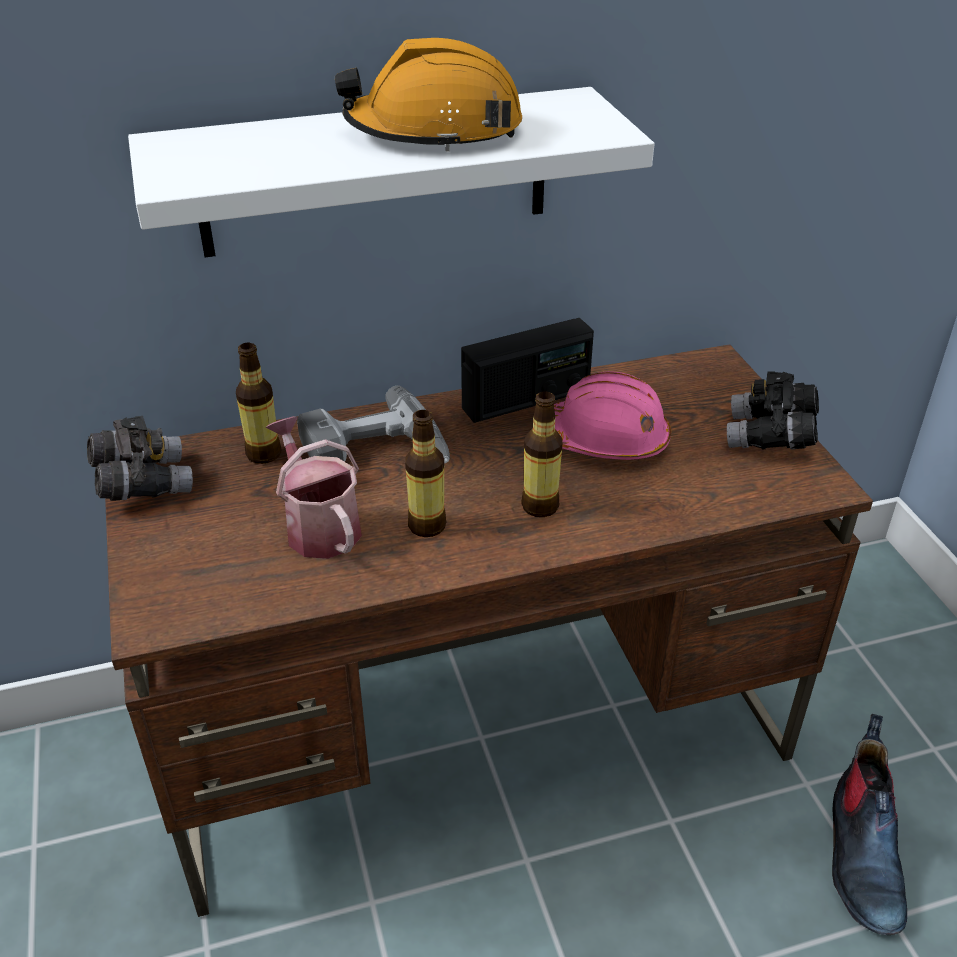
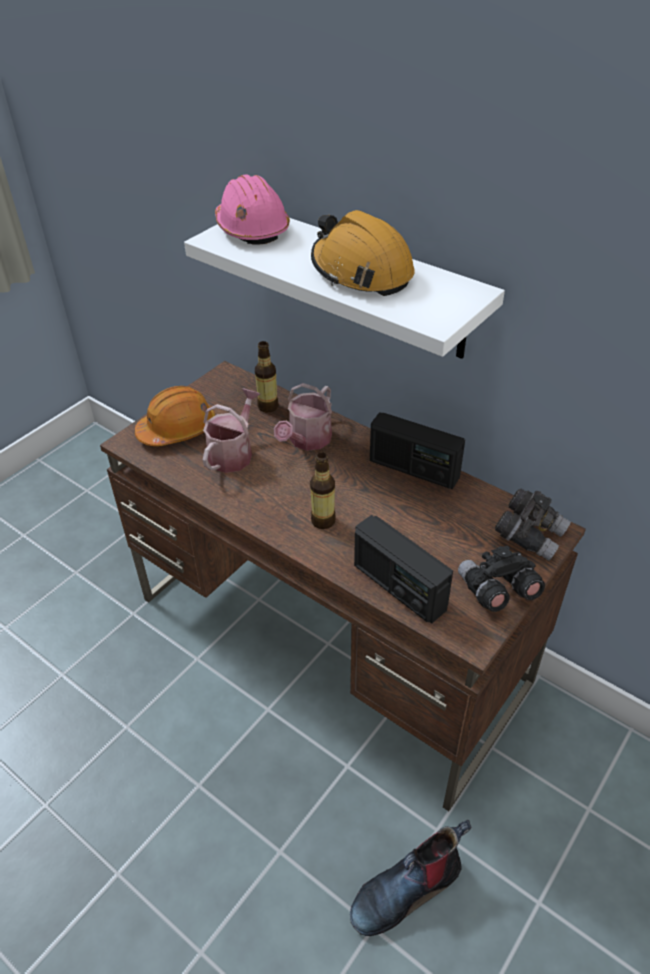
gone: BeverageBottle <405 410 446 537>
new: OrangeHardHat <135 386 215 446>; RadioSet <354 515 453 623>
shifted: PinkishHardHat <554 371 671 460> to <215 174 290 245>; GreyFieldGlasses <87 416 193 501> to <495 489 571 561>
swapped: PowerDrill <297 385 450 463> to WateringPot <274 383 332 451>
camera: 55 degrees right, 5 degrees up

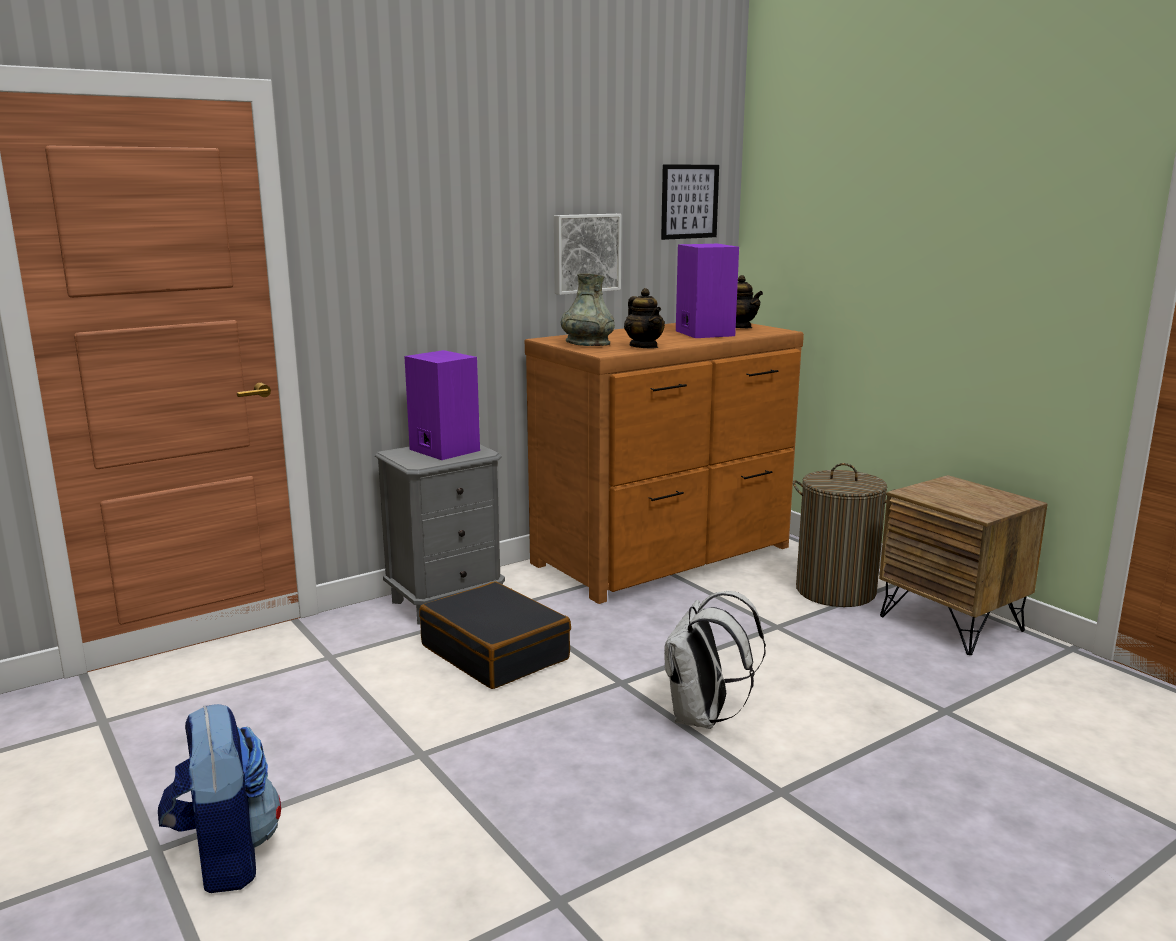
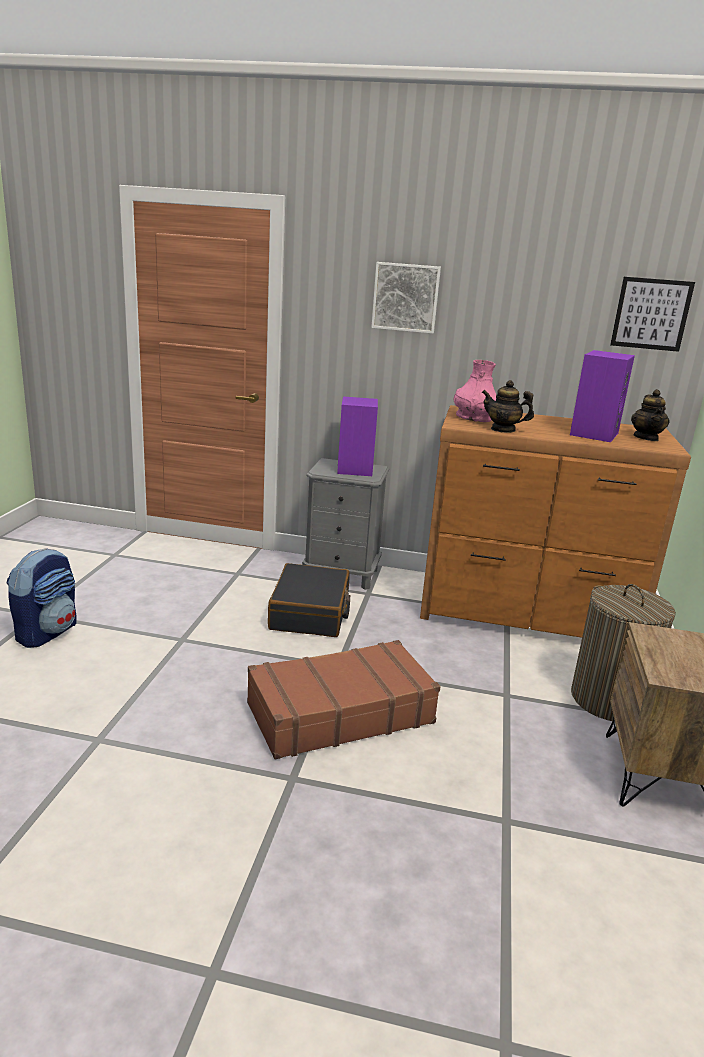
shifted: Picture <554 214 622 295> to <371 262 441 334>
swapped: WhiteColouredKnapsack <664 591 766 729> to BrownTravelCase <247 640 440 759>
repainted: GreyVase <561 273 615 346> to PinkishVase <453 360 497 422>
rotated: Teapot <624 288 665 348> = <482 380 534 433> 90 degrees clockwise
camera: 45 degrees right, 5 degrees up

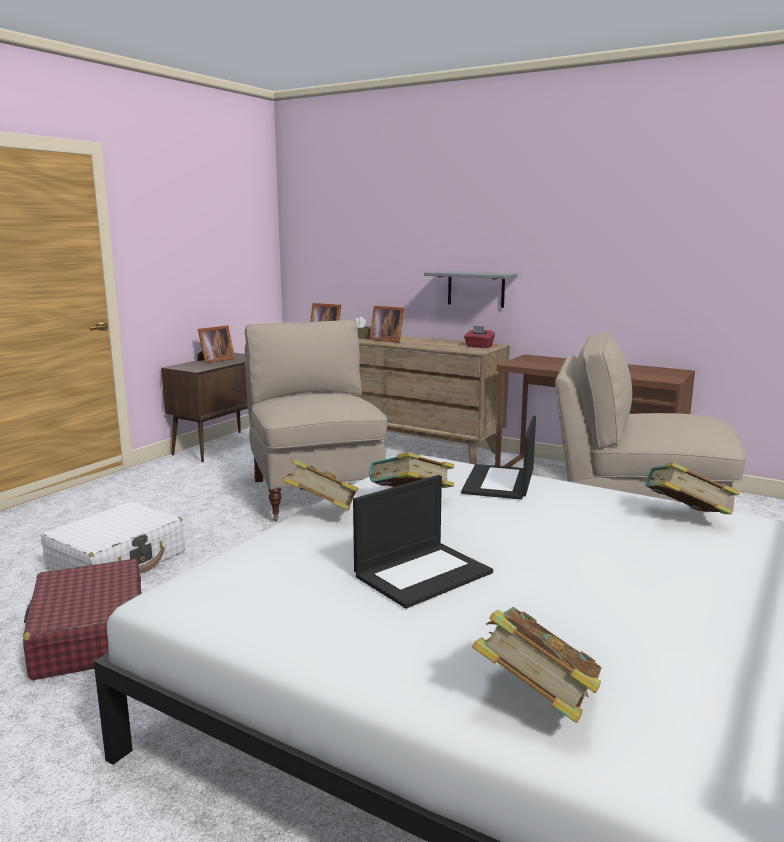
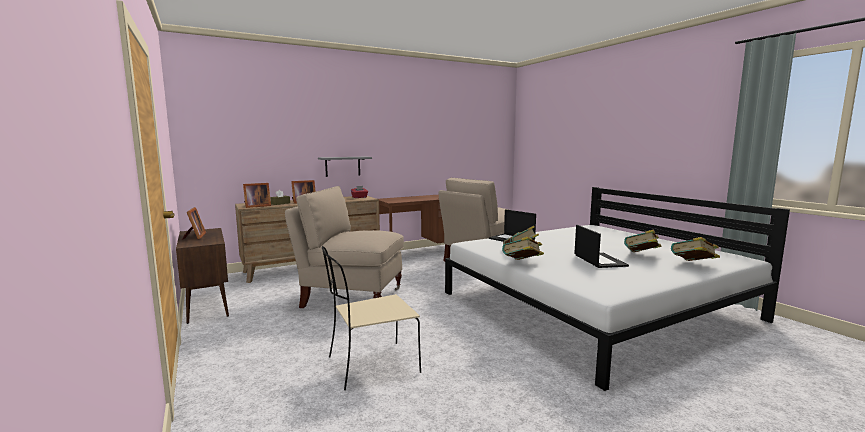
gone: ReddishTravelCase <23 559 141 680>
shifted: BoundBook <641 462 740 514> to <624 230 662 252>
swapped: WhiteColouredTravelCase <41 502 185 573> to SandColouredPlainChair <322 246 421 390>
camera: 60 degrees left, 5 degrees down

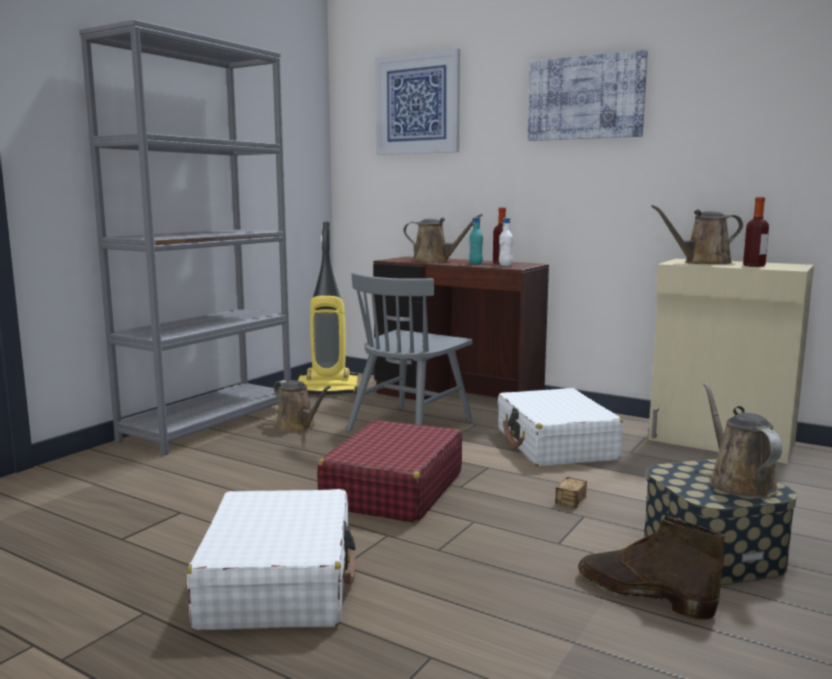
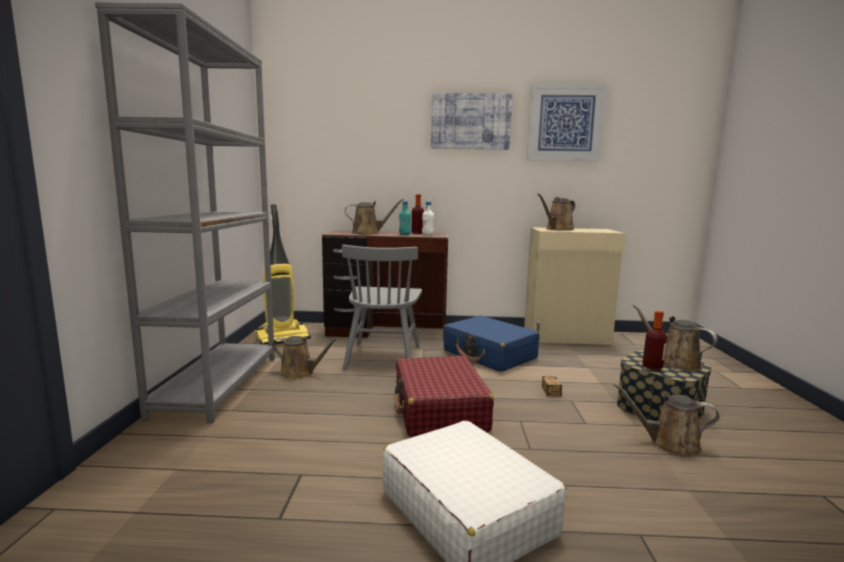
shifted: Picture <375 48 460 155> to <527 83 607 161>; BeverageBottle <743 197 769 267> to <642 311 667 370>
swapped: BrownTallBoot <578 516 724 620> to BrownWateringPot <613 383 720 457>
repainted: WhiteColouredTravelCase <498 388 623 466> to BlueTravelCase <443 315 539 372>
camera: 30 degrees left, 0 degrees up

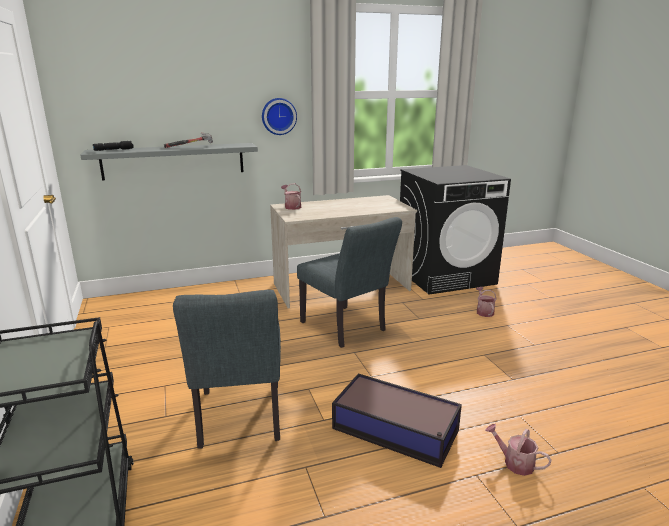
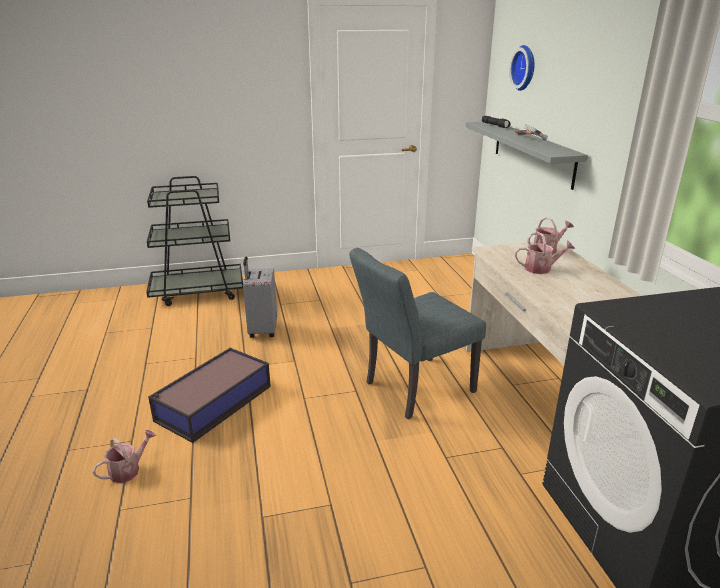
shifted: ClockOnTheWall <262 98 297 135> to <509 45 534 91>; WateringPot <476 287 497 317> to <515 233 575 274>
swapped: GreyPlainChair <173 290 281 449> to GreyTravelCase <243 256 277 338>
camera: 95 degrees right, 5 degrees up

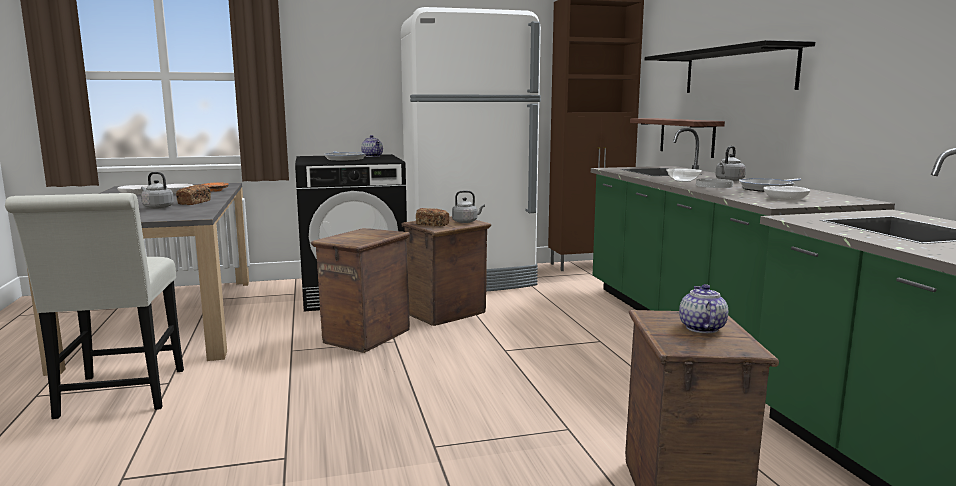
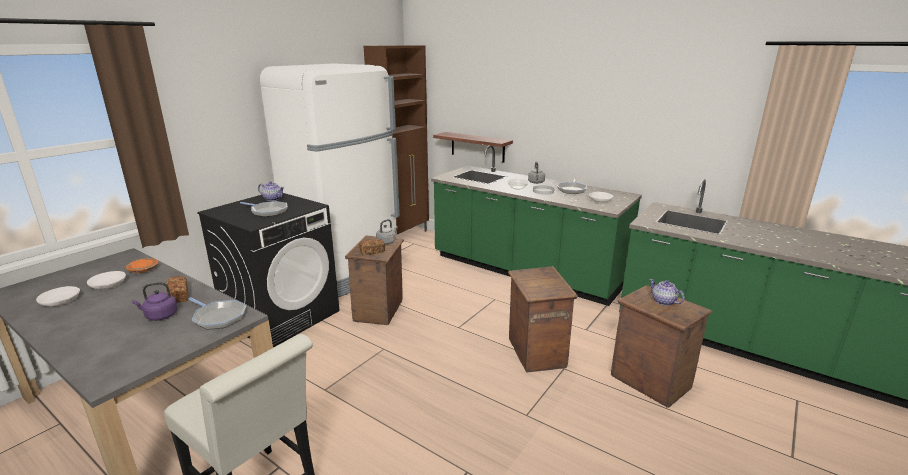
gone: BlackColouredBracketShelf <645 40 815 93>
new: Skillet <189 297 246 330>
shifted: Crate <311 228 410 353> to <508 266 578 373>
repainted: GreyWaterKettle <141 172 174 209> to PurpleColouredWaterKettle <132 282 178 321>
camera: 40 degrees left, 10 degrees up

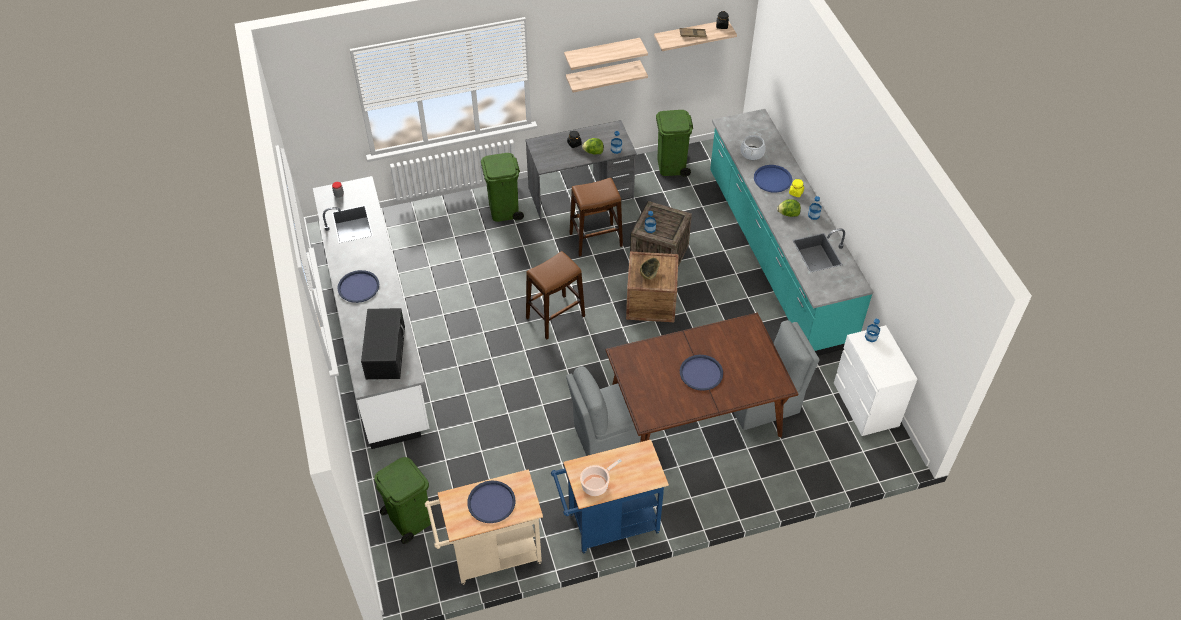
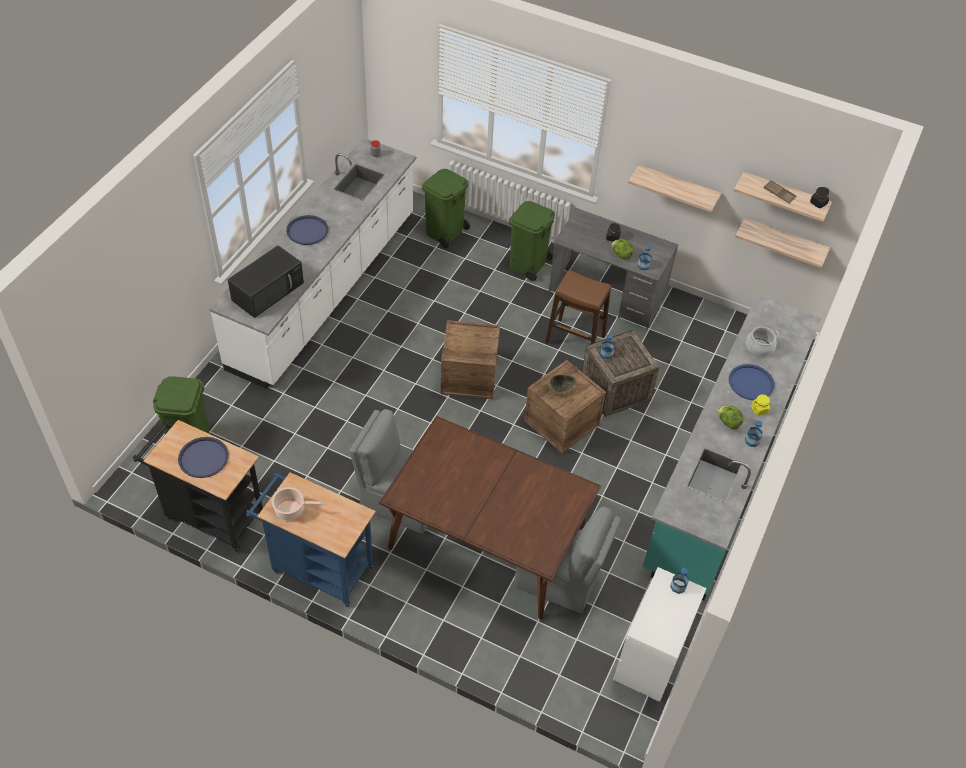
gone: BlueTray <680 355 723 391>
shifted: BracketShelf <564 38 648 70> to <735 218 830 268>; GreenColouredRubbishBin <656 110 693 177> to <422 169 470 248>
swapped: BrownSittingStool <526 251 585 340> to Crate <441 320 500 399>
repainted: SandColouredCart <425 469 543 585> to BlackColouredCart <133 420 263 552>
camera: 40 degrees right, 0 degrees up

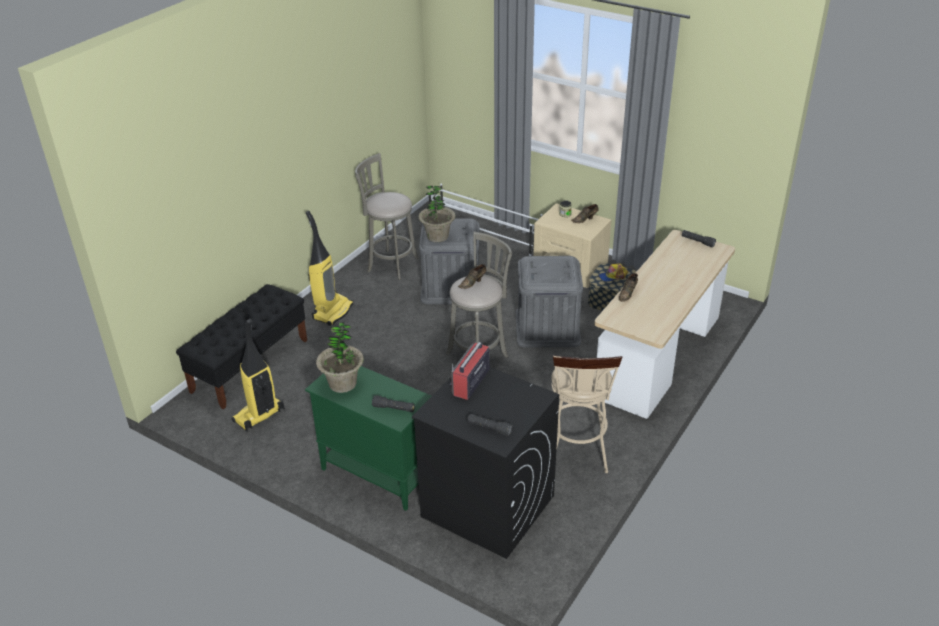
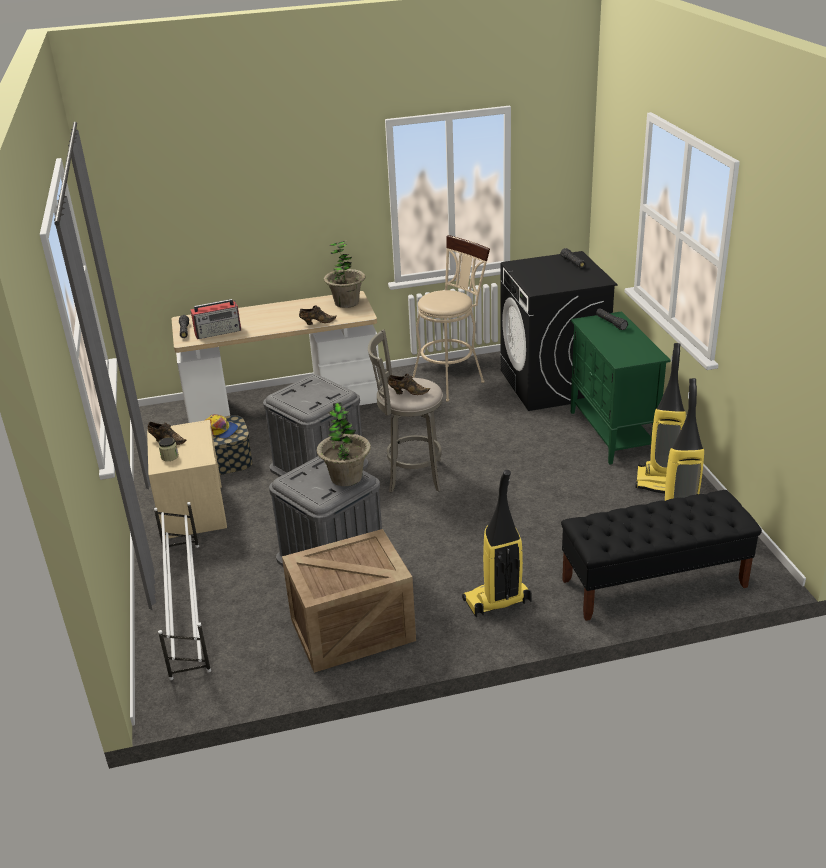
new: Hoover <635 343 686 493>
shifted: PottedPlant <316 322 364 393> to <324 240 366 308>; RadioSet <450 342 490 400> to <191 299 241 339>
swapped: GreySittingStool <355 153 419 280> to Crate <282 529 416 673>
camera: 135 degrees left, 5 degrees down

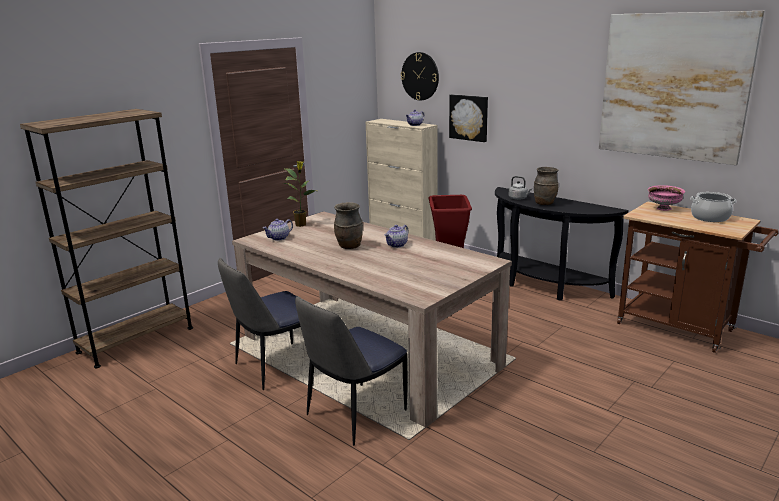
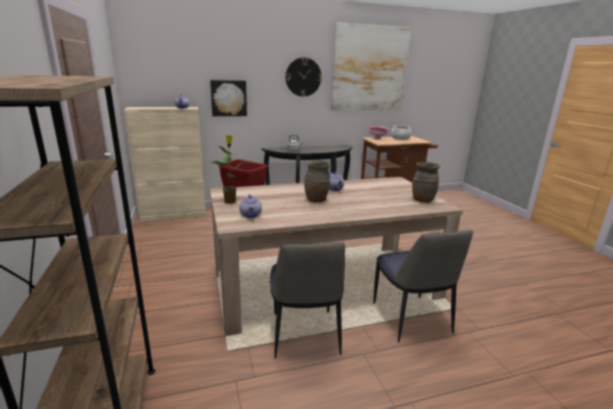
shifted: ClockOnTheWall <401 52 439 101> to <286 57 321 97>; BrownVase <534 167 559 205> to <412 162 441 203>
camera: 60 degrees left, 0 degrees up

